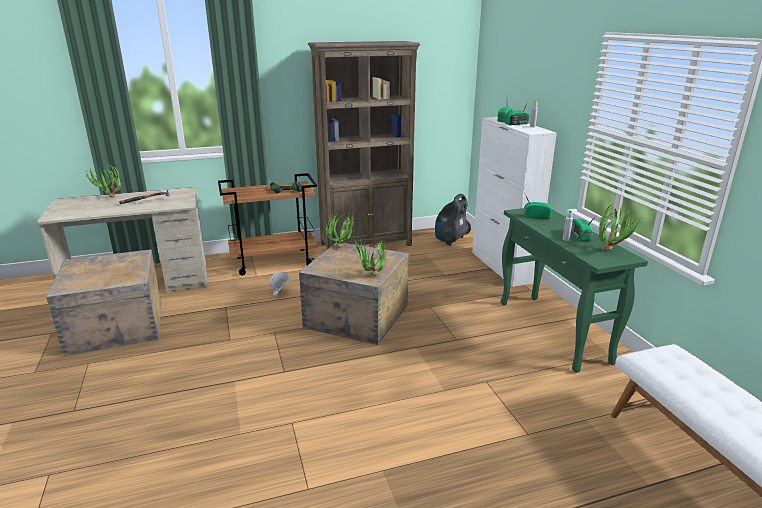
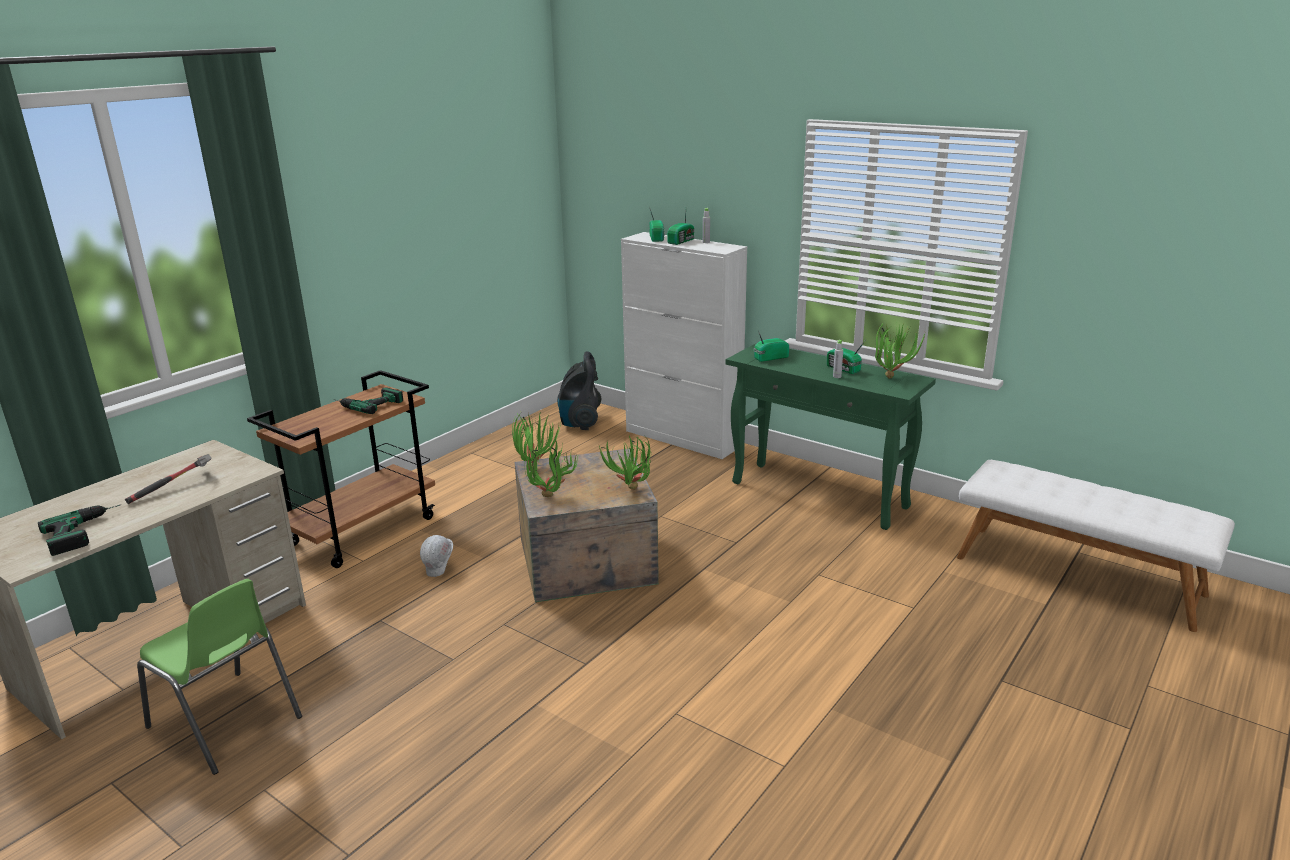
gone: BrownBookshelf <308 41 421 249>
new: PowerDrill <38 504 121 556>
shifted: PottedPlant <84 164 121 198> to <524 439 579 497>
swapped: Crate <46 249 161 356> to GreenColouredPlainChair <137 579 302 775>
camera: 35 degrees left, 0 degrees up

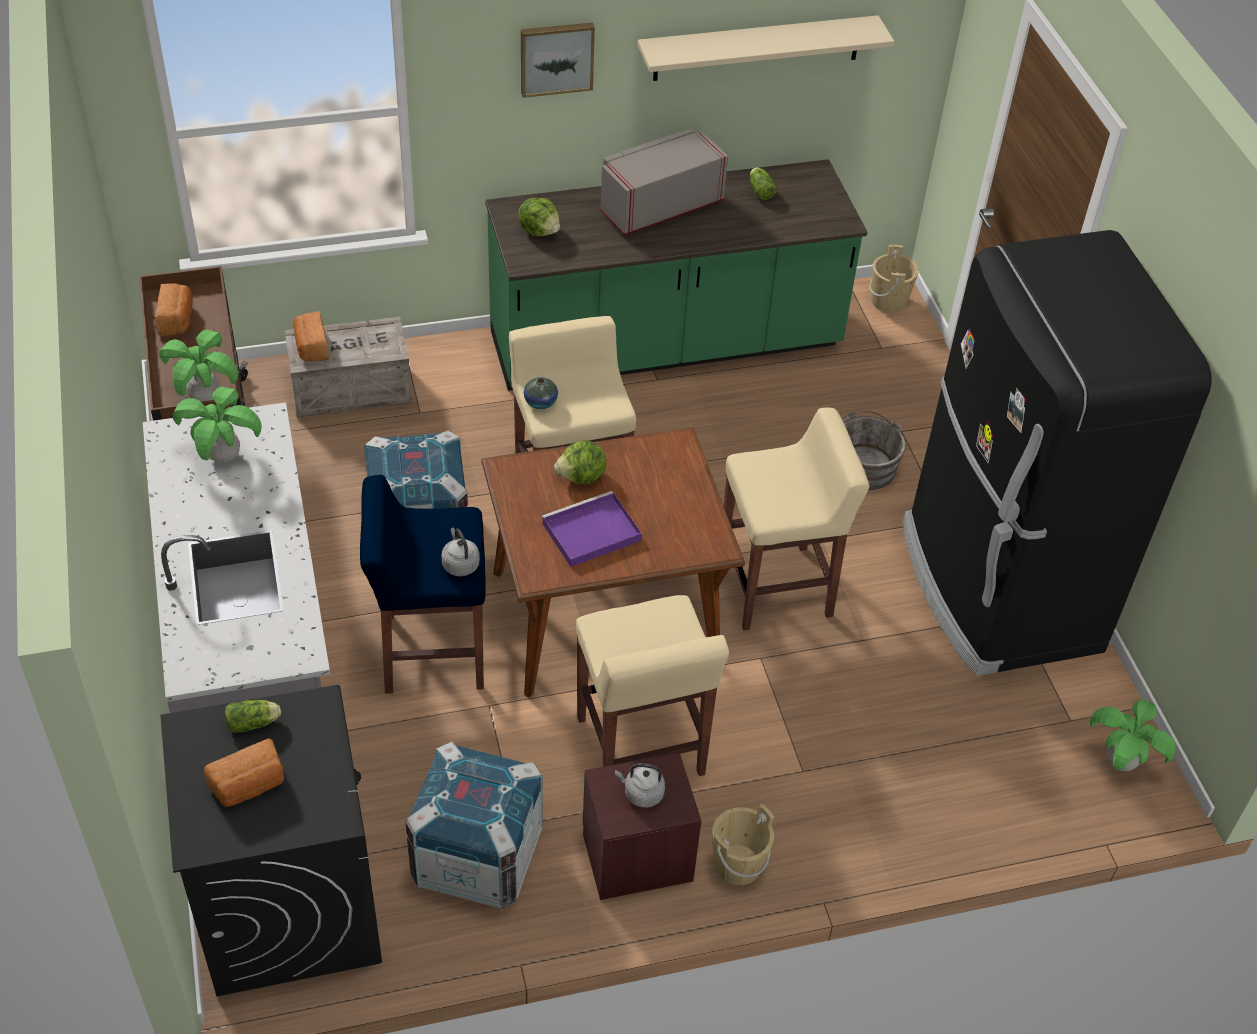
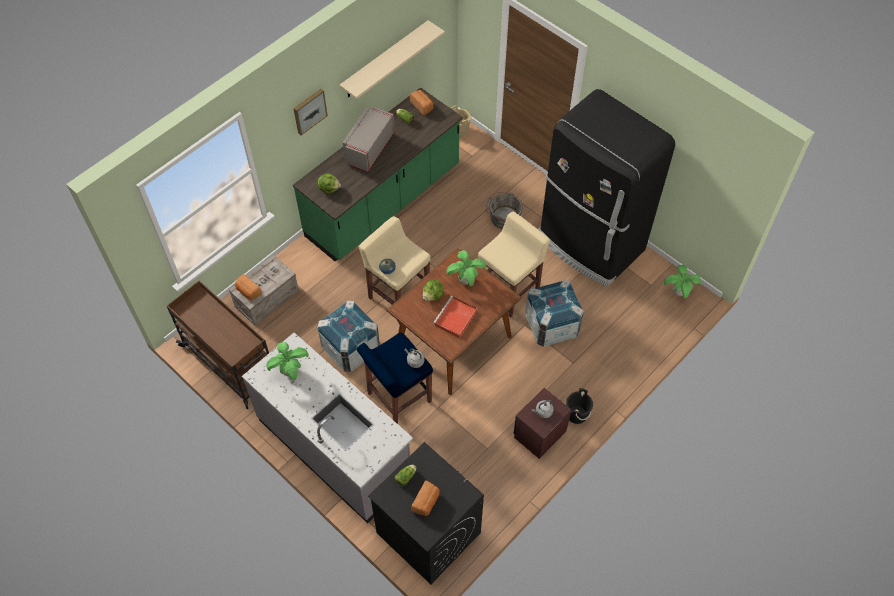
gone: SandColouredSittingStool <576 595 729 776>
shifted: BakedBread <155 284 193 336> to <410 90 434 115>; PottedPlant <159 330 238 402> to <446 250 486 286>; Crate <405 742 543 909> to <525 280 584 347>
repainted: PurpleColouredTray <542 491 642 567> to ReddishTray <433 296 477 338>; SandColouredWaterBucket <712 804 774 885> to BlackColouredWaterBucket <566 388 593 424>
camera: 30 degrees left, 10 degrees up

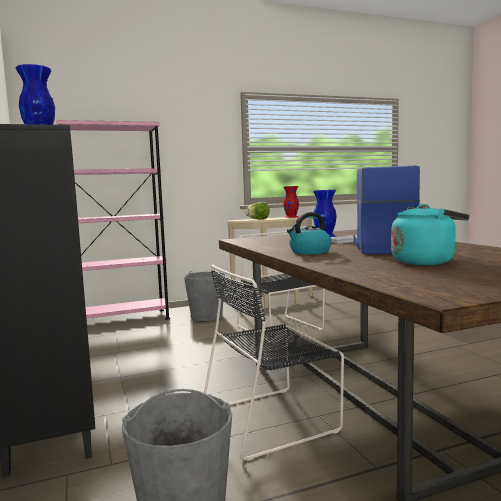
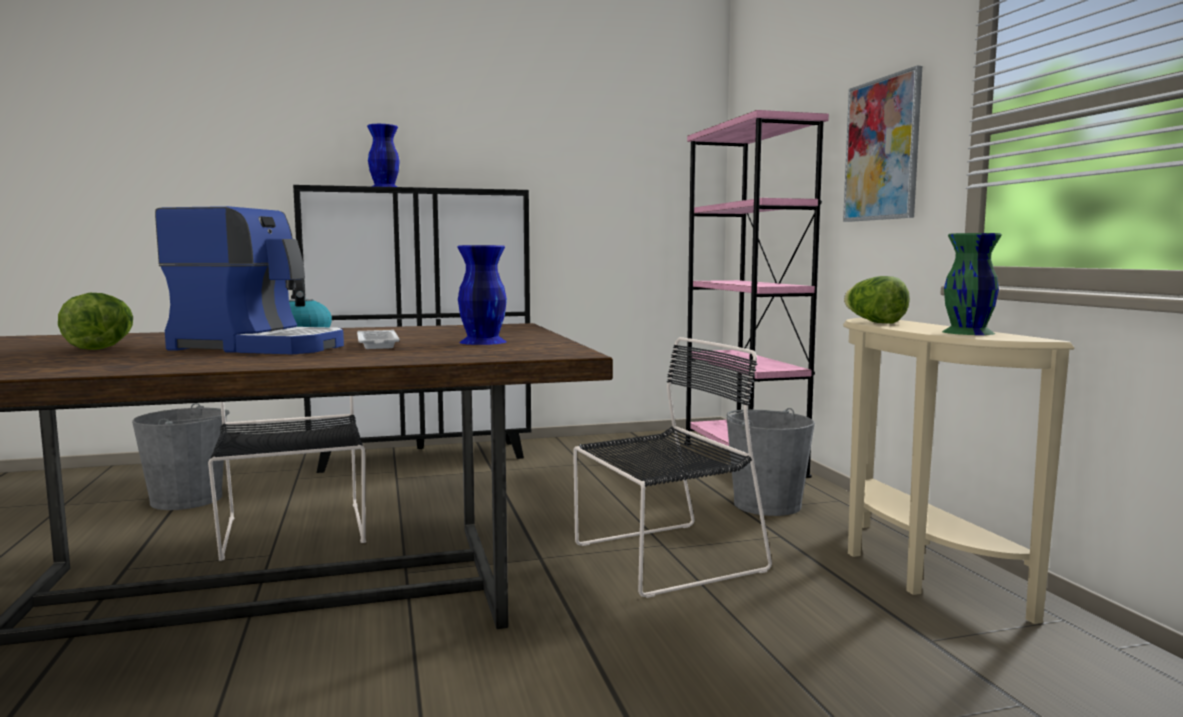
new: Picture <843 66 922 222>
swapped: BlueGreenWaterKettle <391 204 470 265> to LettuceHead <58 293 133 350>
repainted: ReddishVase <283 186 299 218> to GreenColouredVase <942 233 1002 335>
camera: 95 degrees right, 0 degrees up

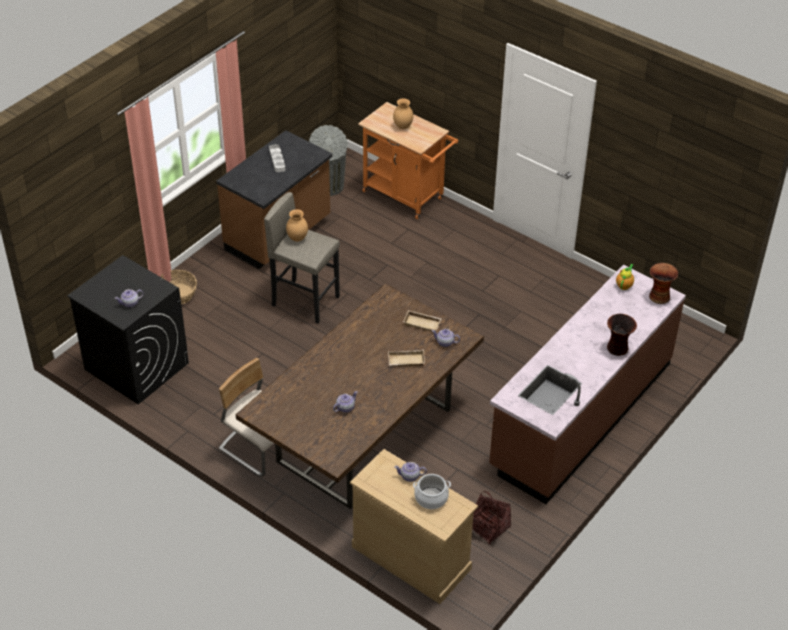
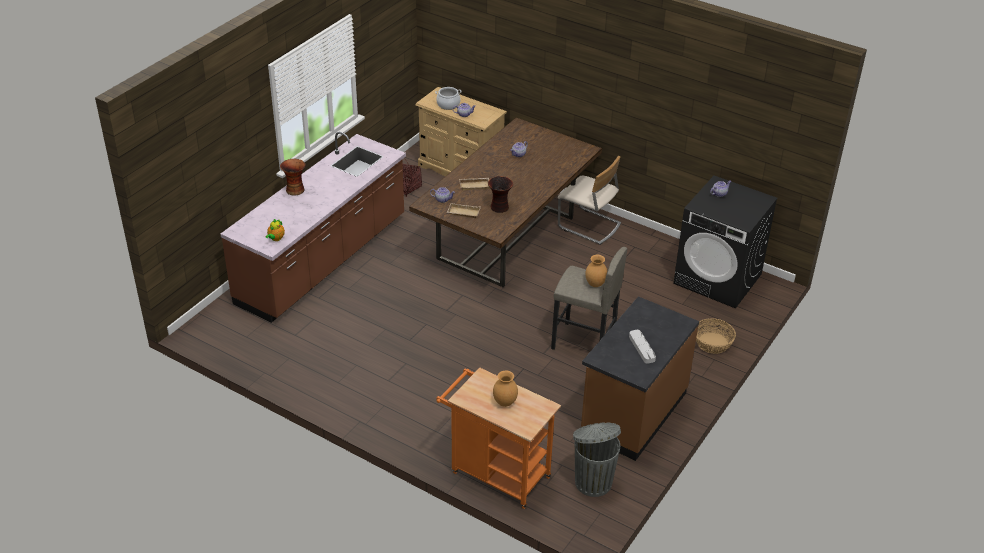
shifted: Vase <649 263 678 304> to <488 176 513 213>
camera: 175 degrees right, 5 degrees down

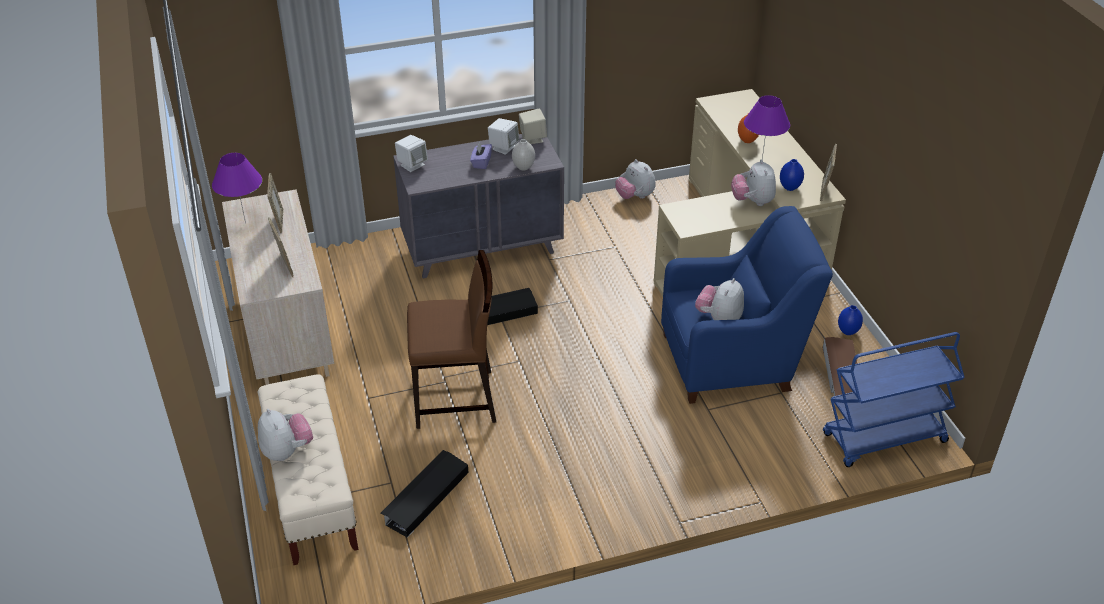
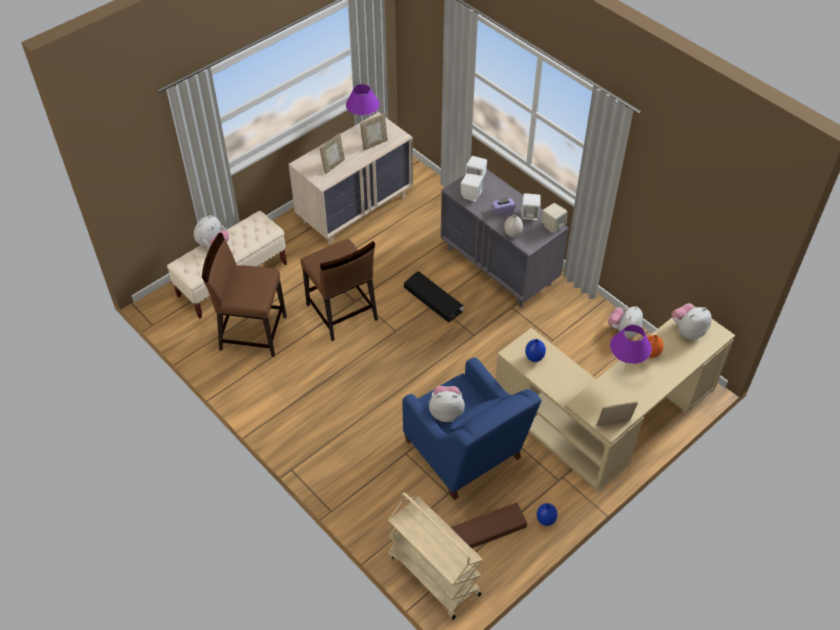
new: WhiteColouredLoudspeaker <461 173 483 202>
shifted: PlushToy <731 159 776 206> to <671 303 712 339>; BlueVase <780 159 804 191> to <525 339 546 362>
swapped: BlackColouredStorageContainer <380 450 469 538> to BrownPlainChair <202 233 287 357>
repainted: BlueCart <823 332 965 467> to SandColouredCart <388 492 483 620>
camera: 65 degrees right, 10 degrees up

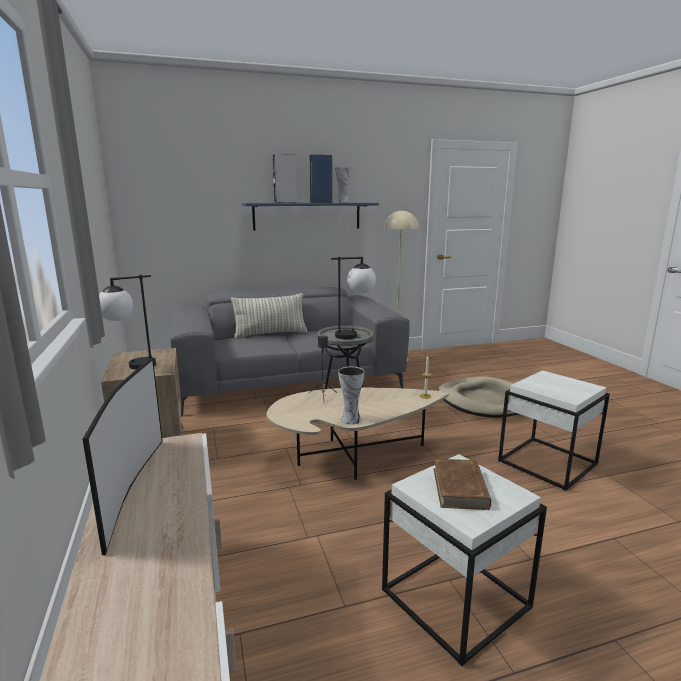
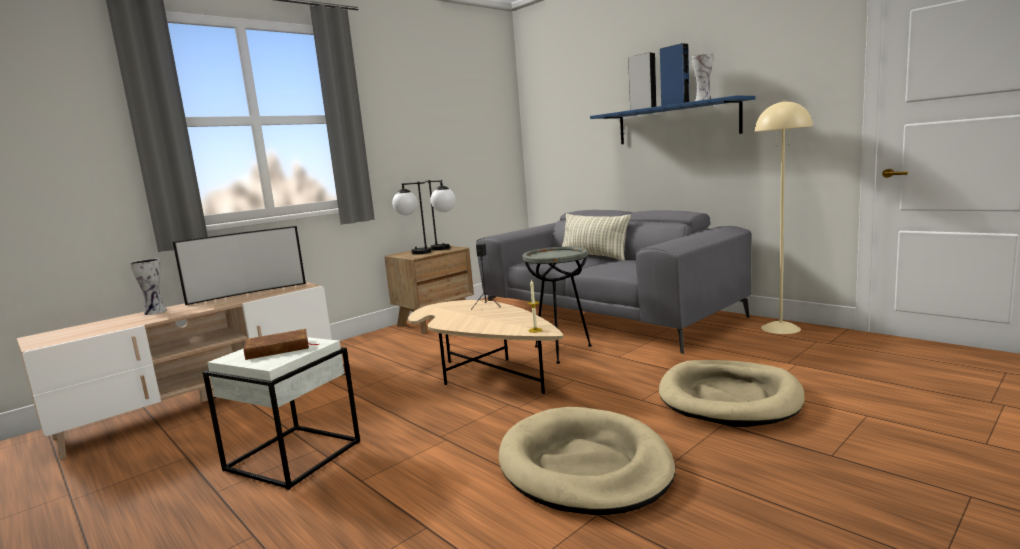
shifted: LampForATable <331 257 376 339> to <425 180 456 250>; Vase <338 367 365 425> to <130 258 167 315>
swapped: WhiteColouredAccentTable <498 370 610 491> to SandColouredDogBed <499 407 675 515>
camera: 65 degrees right, 5 degrees down

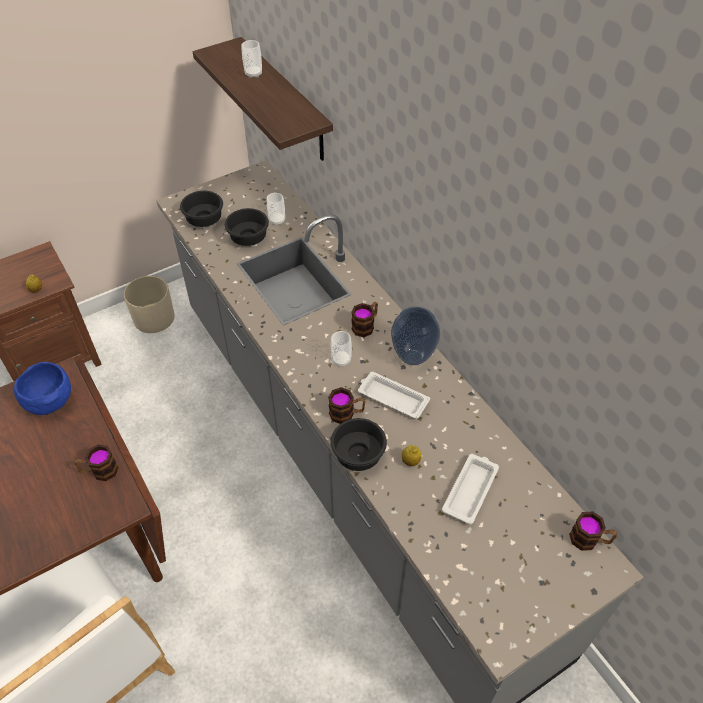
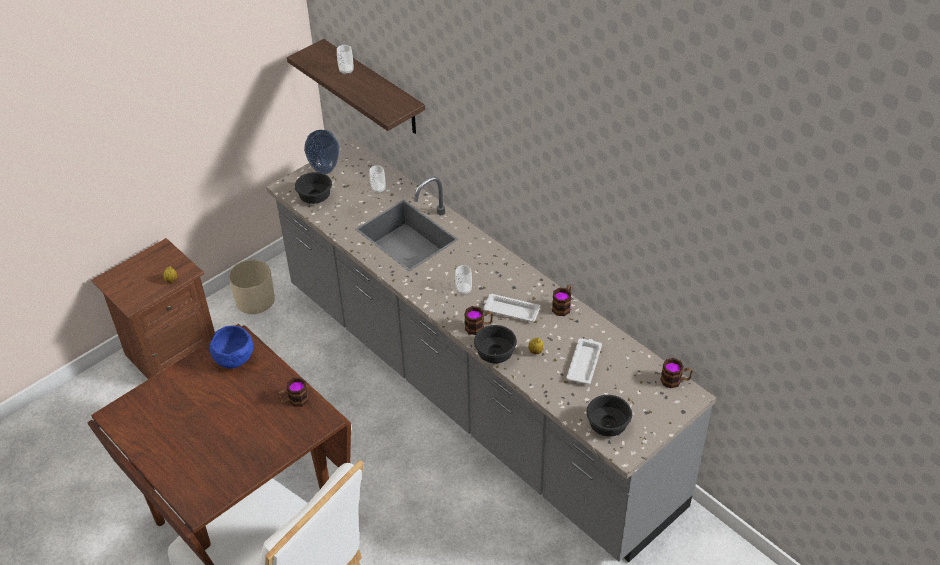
shifted: BlackColouredBowl <225 208 269 246> to <586 395 632 437>; CoffeeMug <351 302 378 337> to <552 285 571 316>; Vase <391 307 440 365> to <304 130 339 174>
camera: 10 degrees left, 5 degrees down

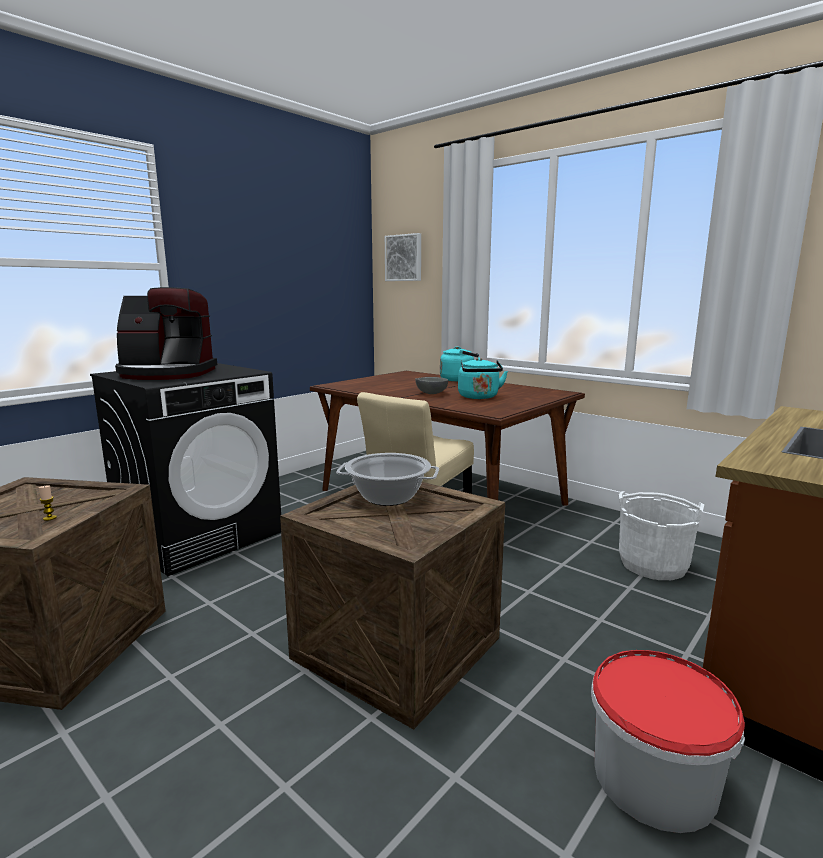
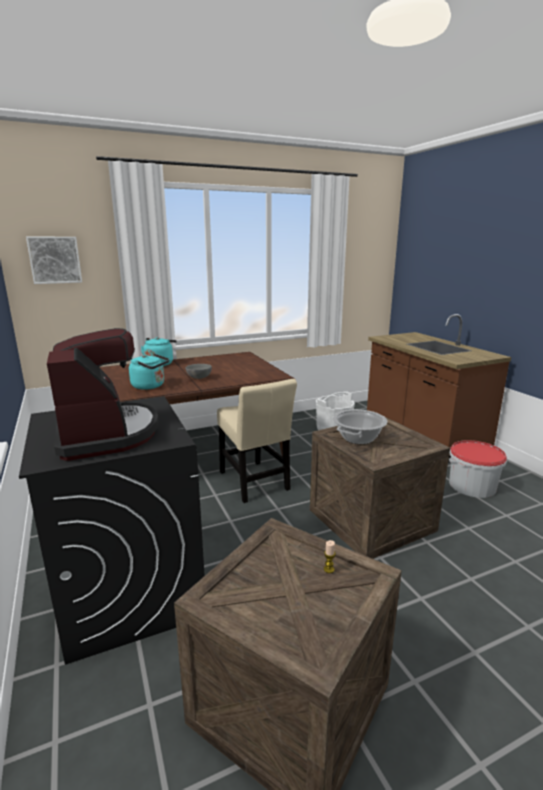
shifted: BlueGreenWaterKettle <458 357 508 399> to <129 354 169 390>
rotated: CoffeeMachine <115 287 217 380> = <47 328 159 461> 45 degrees counterclockwise
camera: 65 degrees left, 5 degrees up

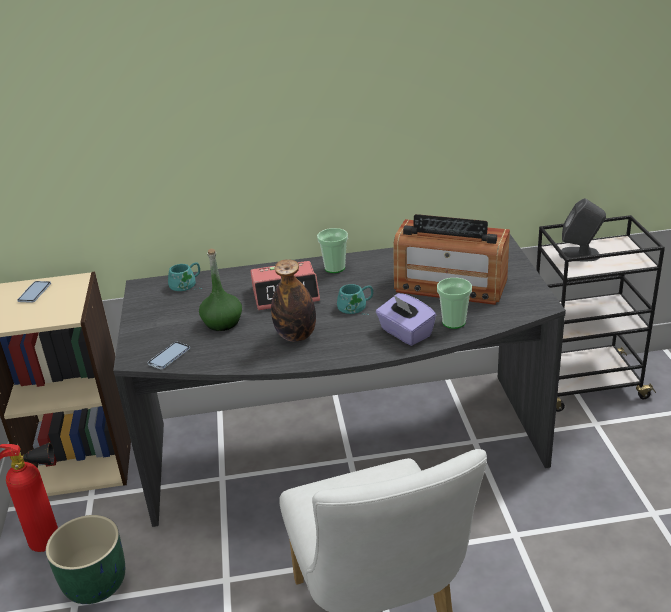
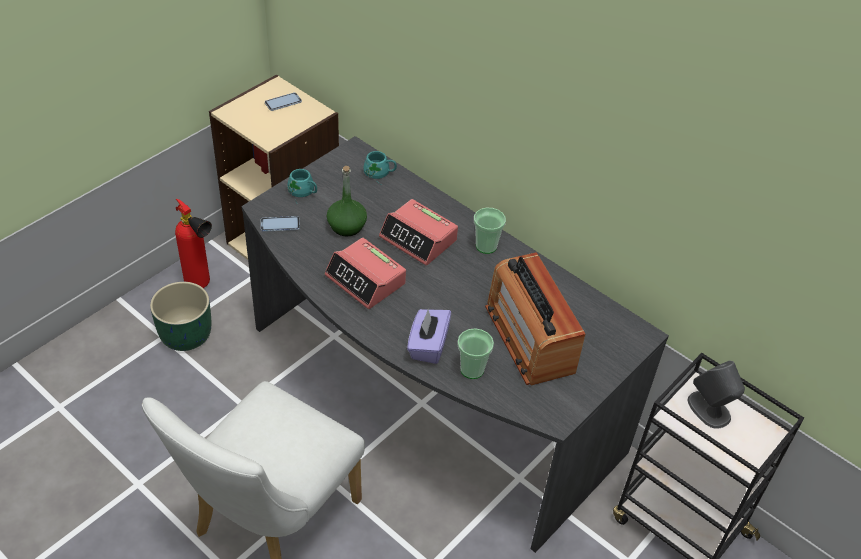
shifted: BlueGreenCoffeeMug <337 284 373 315> to <287 169 317 203>
swapped: BeverageBottle <271 259 316 342> to BedsideClock <325 238 406 309>
camera: 45 degrees right, 15 degrees up

